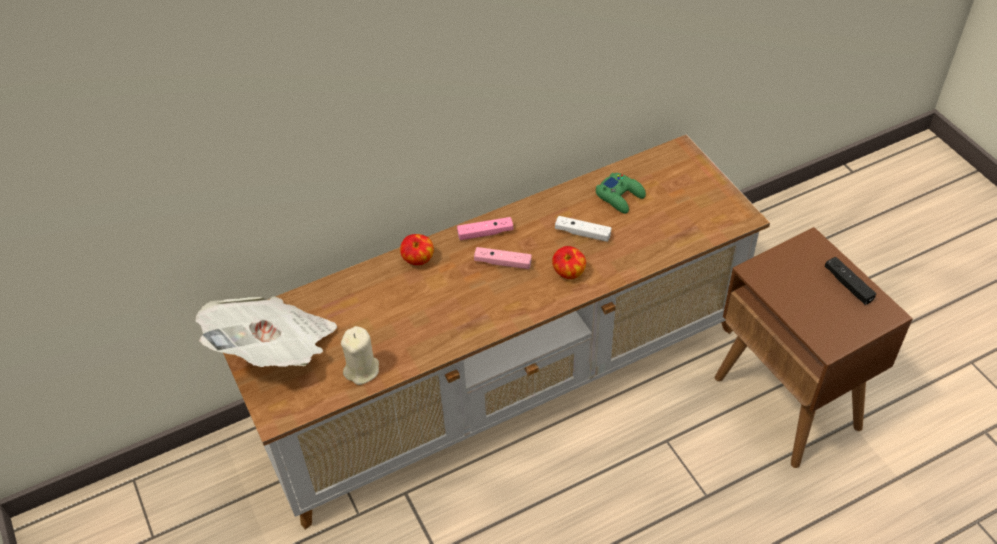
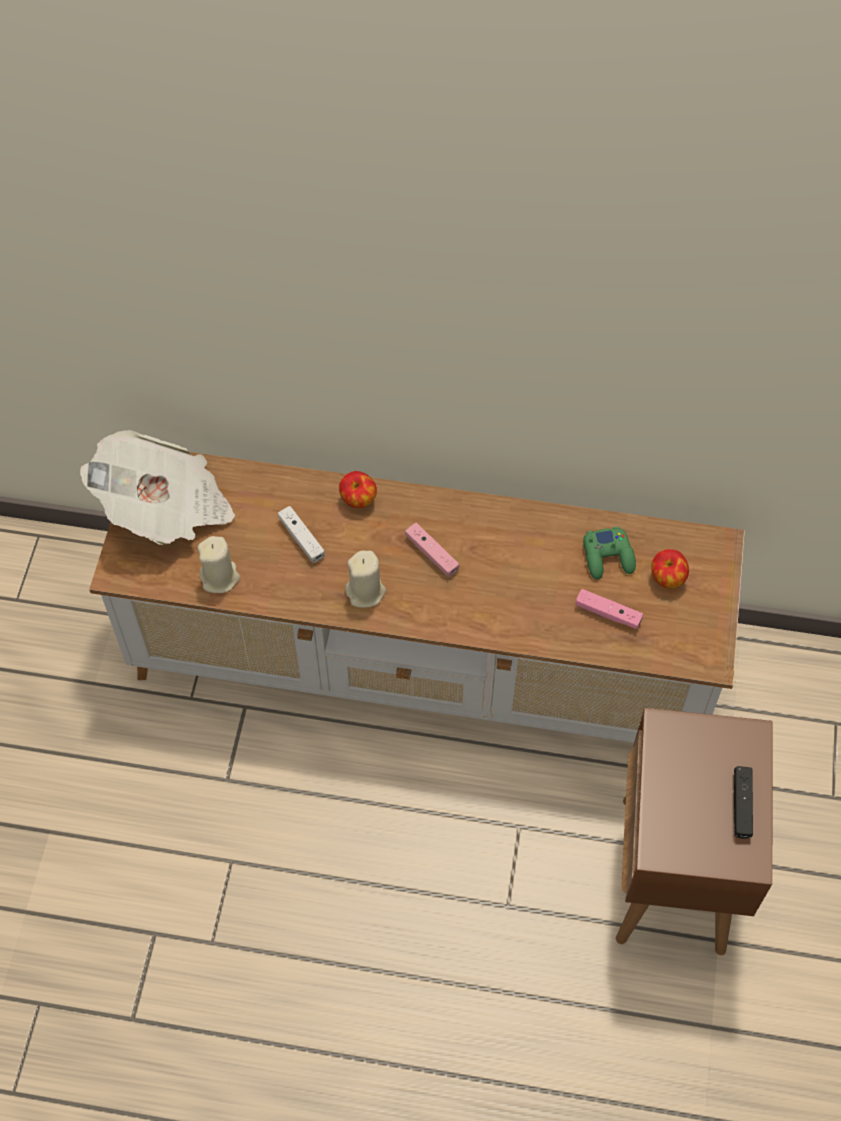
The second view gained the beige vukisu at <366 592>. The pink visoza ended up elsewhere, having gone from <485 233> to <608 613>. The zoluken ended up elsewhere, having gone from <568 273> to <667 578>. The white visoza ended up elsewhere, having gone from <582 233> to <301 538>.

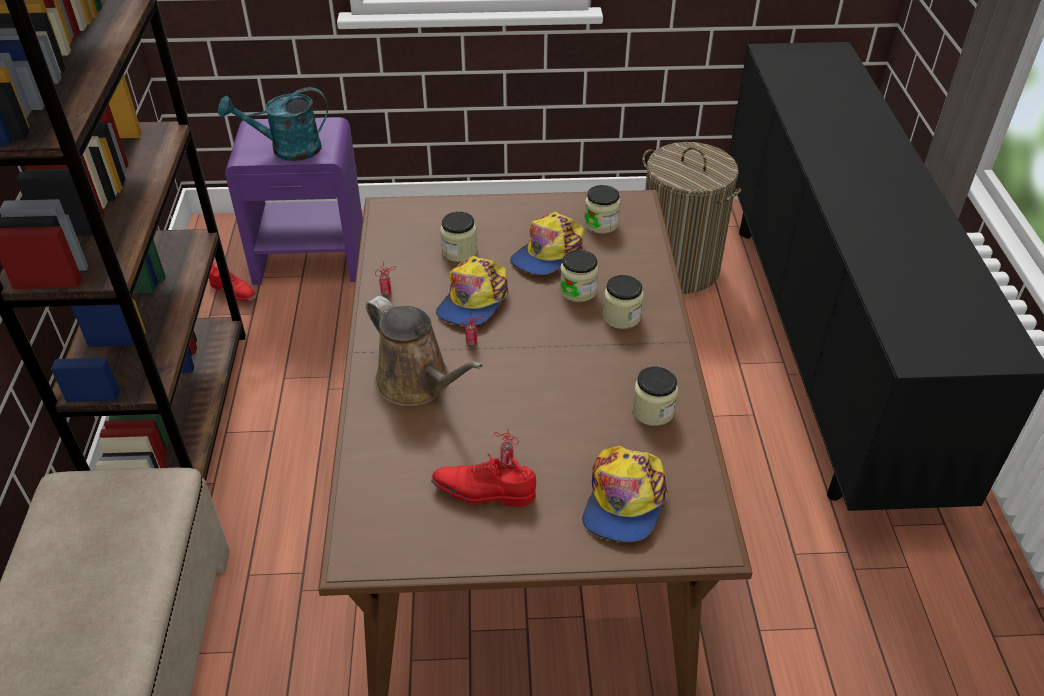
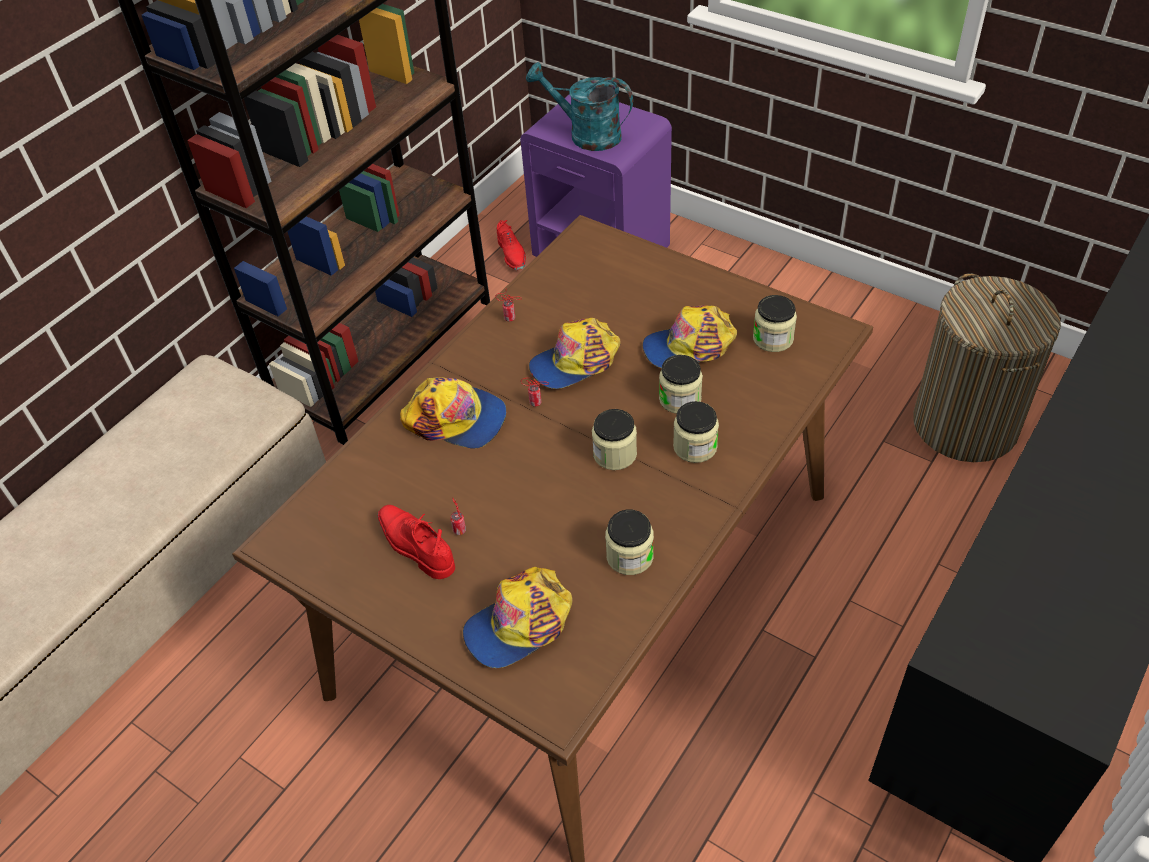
The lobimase ended up elsewhere, having gone from <459 251> to <615 454>. Where the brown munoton stood at <418 383>, the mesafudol came to stand at <456 419>.

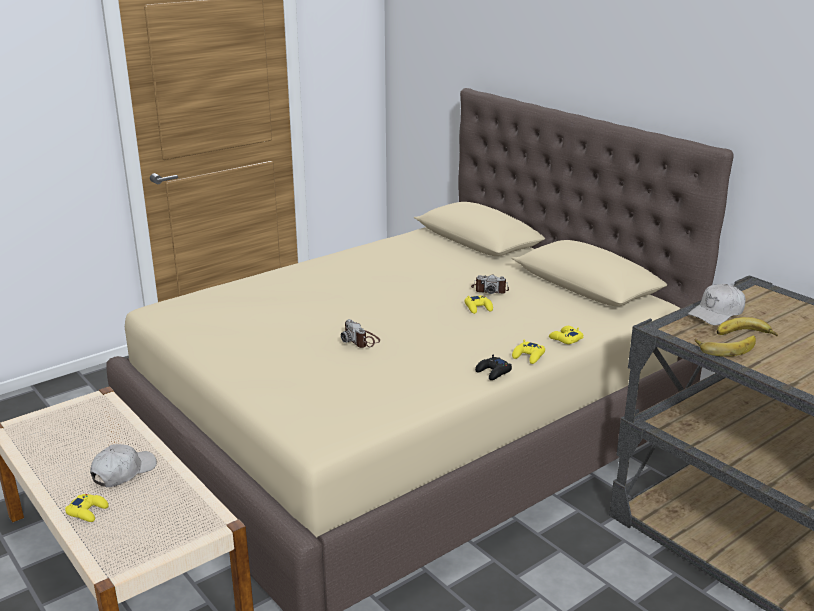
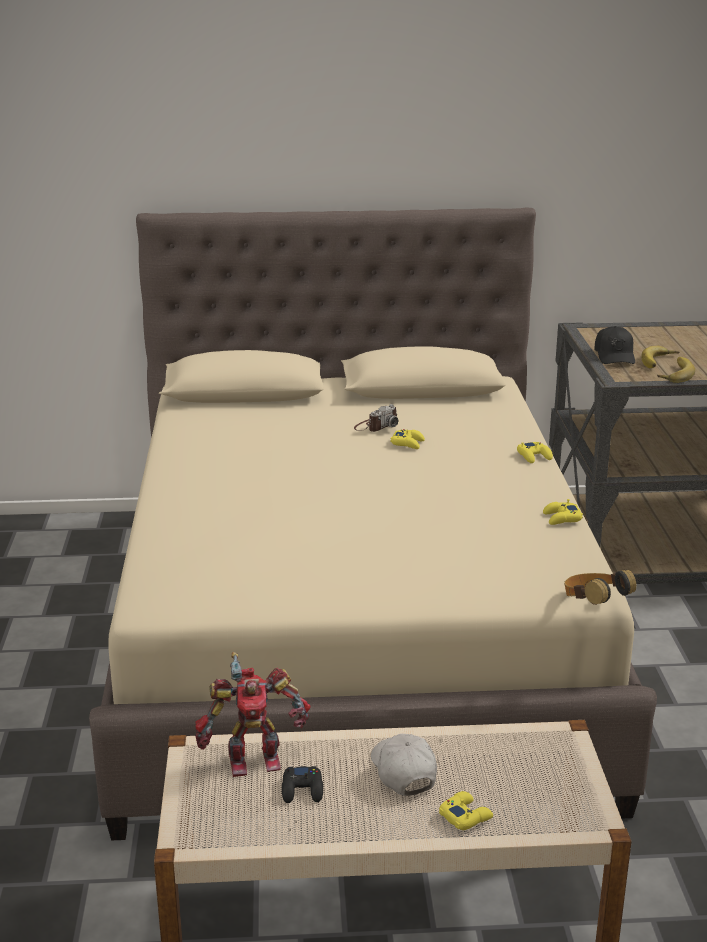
The second view lost the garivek at <361 340>. The second view gained the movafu at <253 759>. The second view gained the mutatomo at <594 604>. The black visoza ended up elsewhere, having gone from <493 372> to <303 790>. The yellow visoza ended up elsewhere, having gone from <565 339> to <561 518>. What was the white mesafudol at <717 313> turned into the black mesafudol at <614 356>.

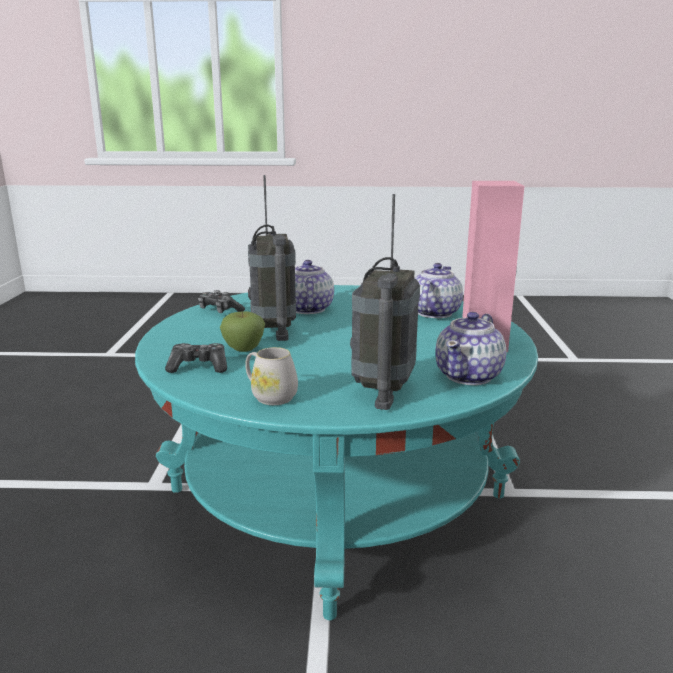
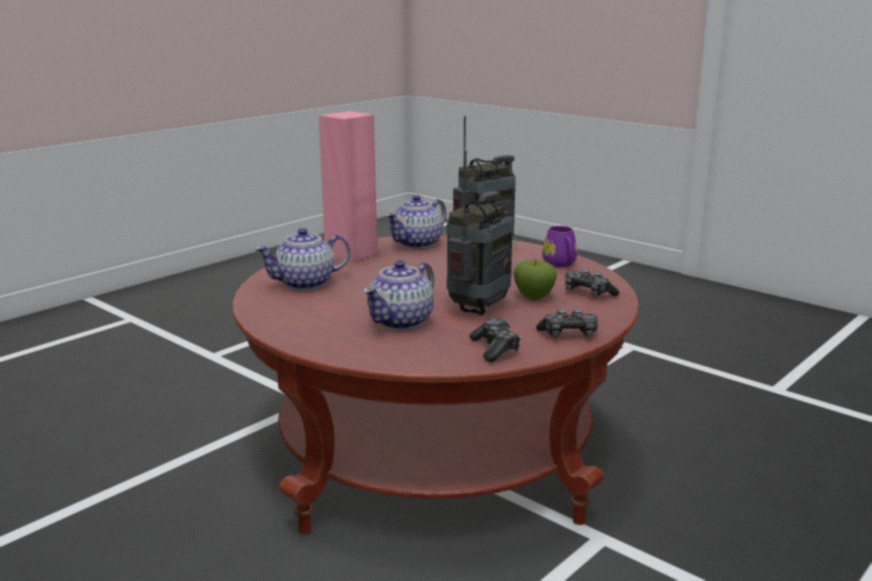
The second view gained the visoza at <568 335>. What was the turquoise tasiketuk at <336 492> turned into the red tasiketuk at <436 455>. What was the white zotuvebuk at <270 396> turned into the purple zotuvebuk at <561 264>. The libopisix at <469 376> ended up facing another way, 150 degrees clockwise from before.

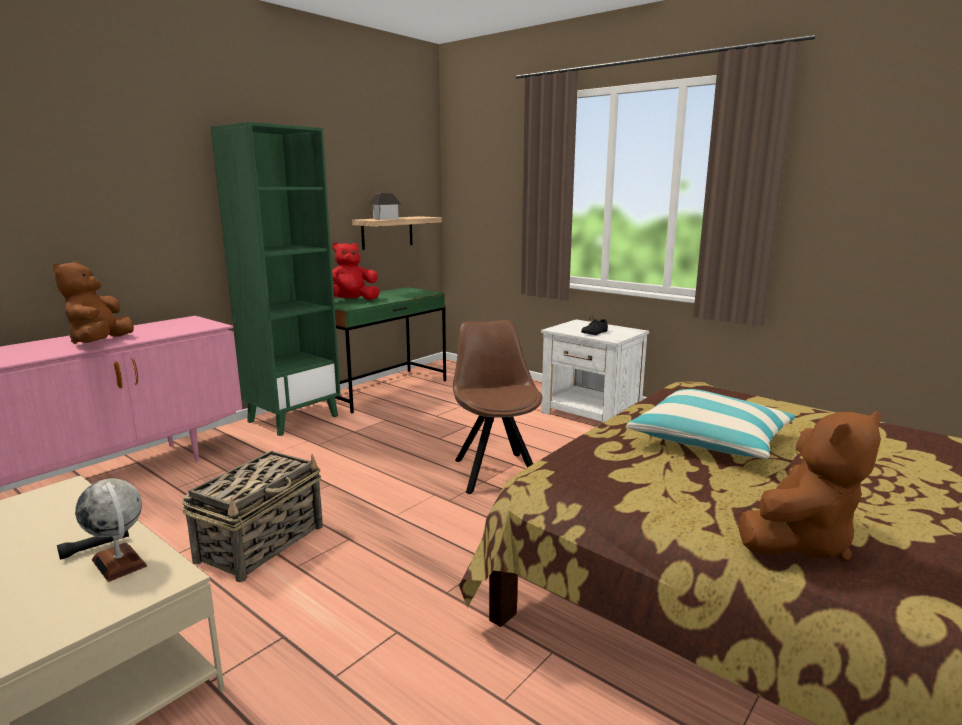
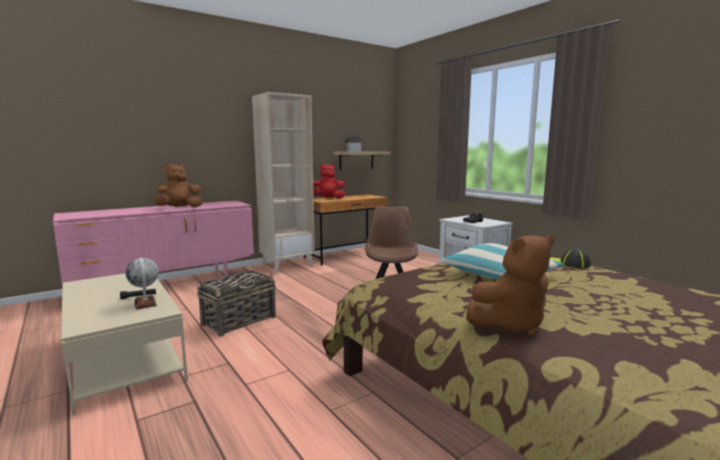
The second view gained the mesafudol at <567 264>. What was the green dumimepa at <293 418> turned into the beige dumimepa at <287 265>. What was the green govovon at <383 390> turned into the brown govovon at <346 255>. The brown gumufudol at <100 343> ended up facing another way, 45 degrees clockwise from before.

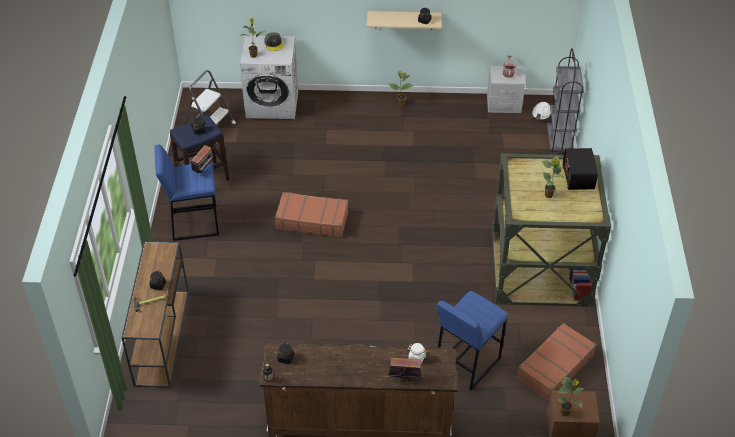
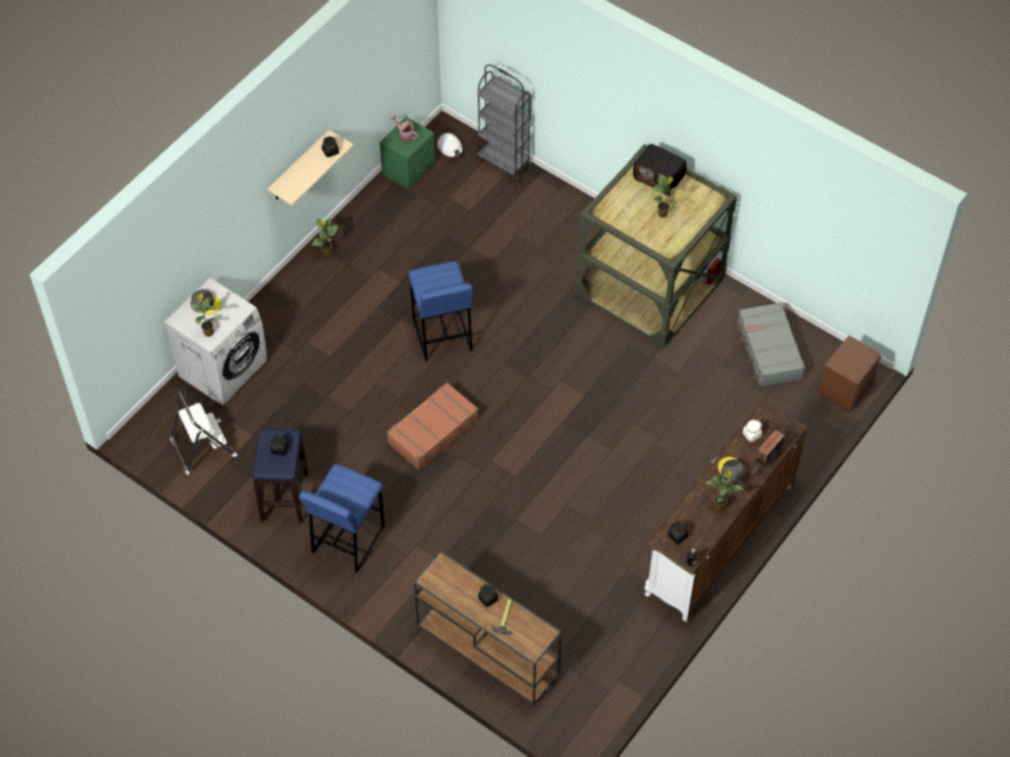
The second view lost the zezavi at <204 169>. The second view gained the grey mesafudol at <731 471>. The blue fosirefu ended up elsewhere, having gone from <467 363> to <442 335>. The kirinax ended up elsewhere, having gone from <565 412> to <719 505>. What was the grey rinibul at <503 104> turned into the green rinibul at <408 169>. What was the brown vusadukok at <554 367> turned into the grey vusadukok at <768 350>.

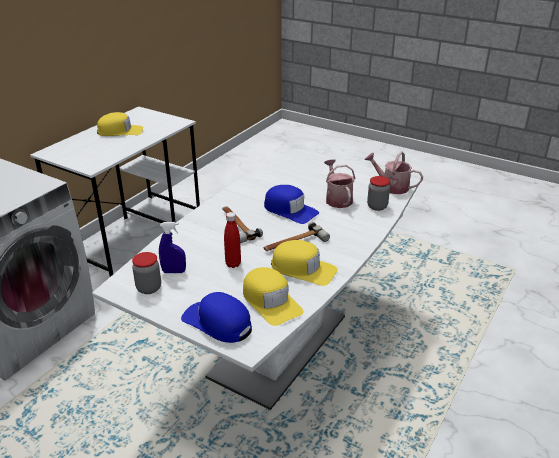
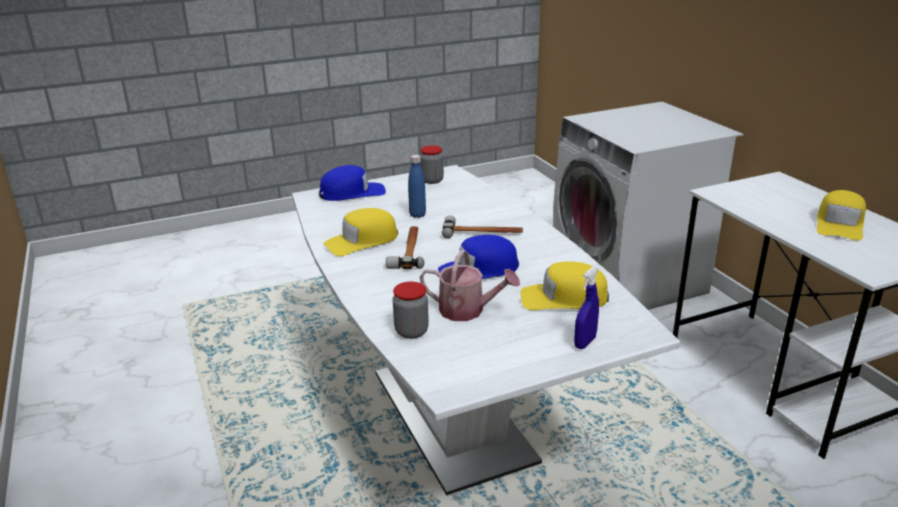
The second view lost the munoton at <391 186>. The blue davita ended up elsewhere, having gone from <174 271> to <585 342>. The yellow mesafudol ended up elsewhere, having gone from <271 301> to <563 298>. What was the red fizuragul at <233 264> turned into the blue fizuragul at <417 215>.

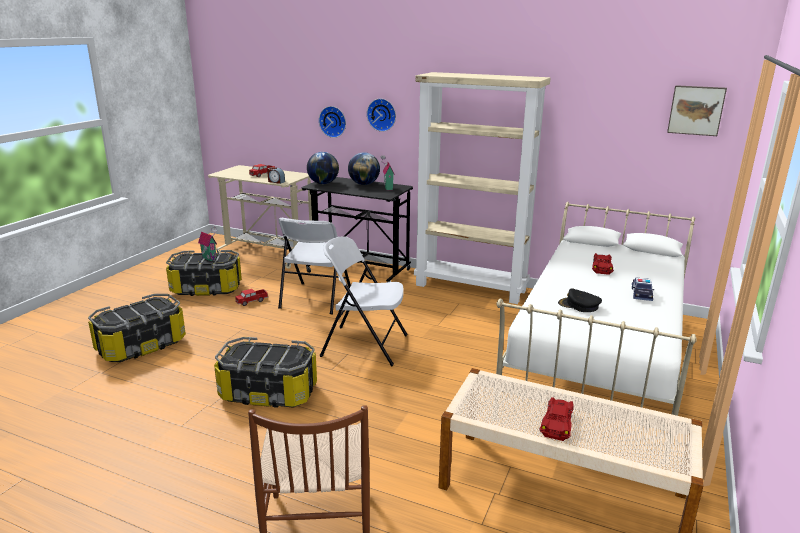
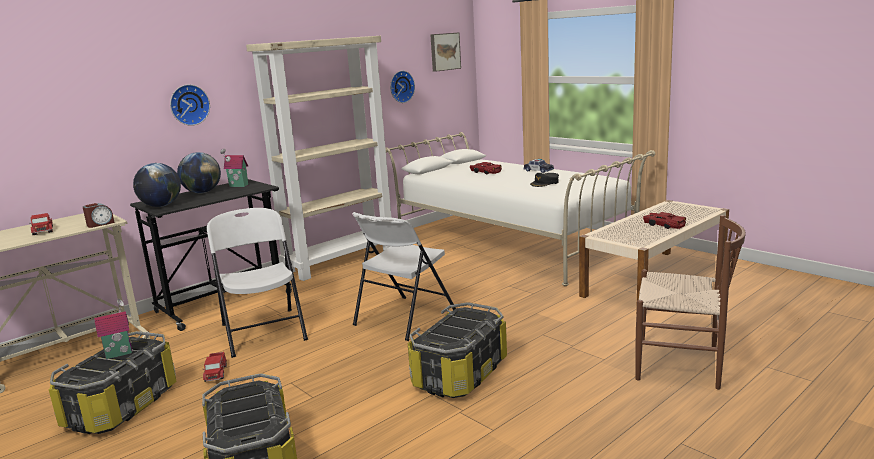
The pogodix ended up elsewhere, having gone from <333 121> to <401 86>. The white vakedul at <316 298> ended up facing another way, 150 degrees counterclockwise from before.

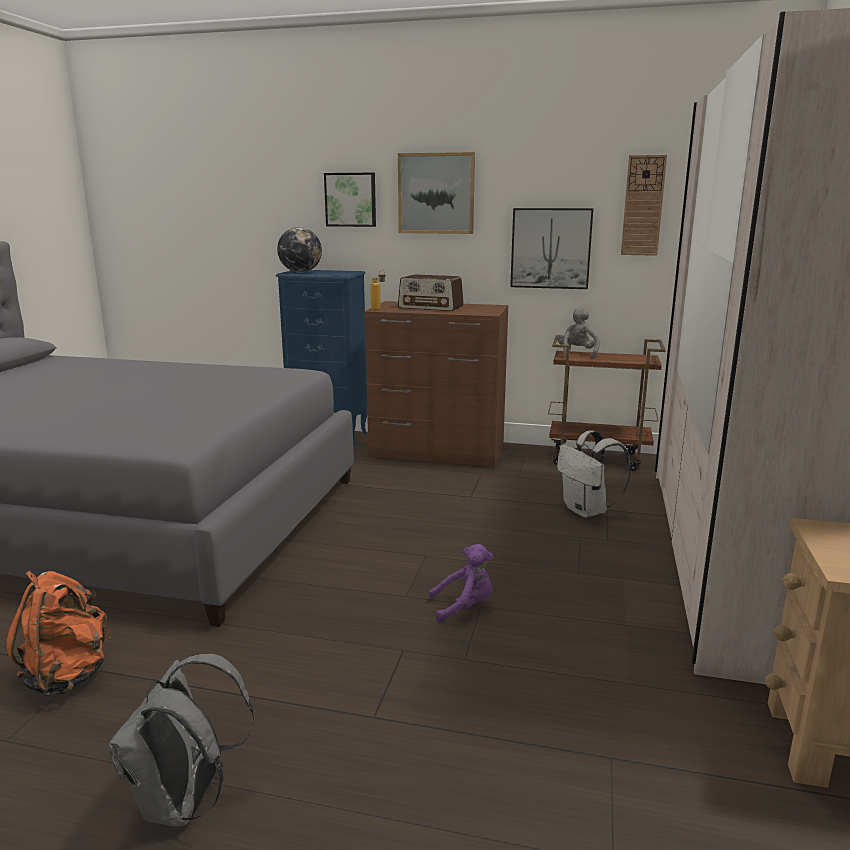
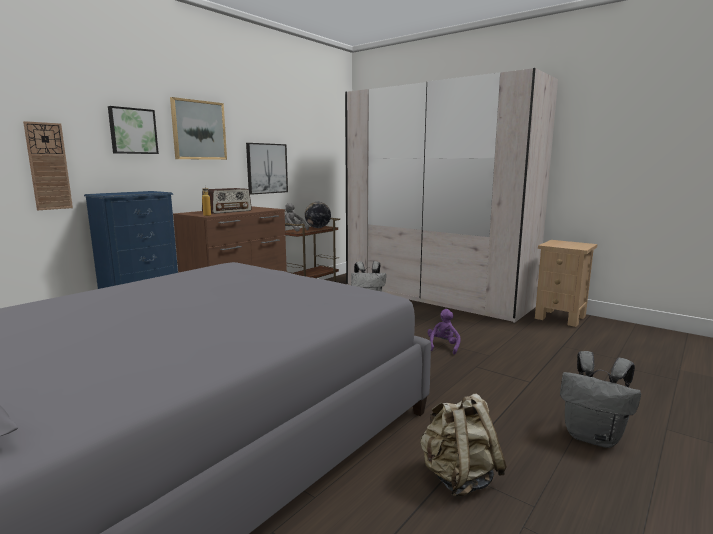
The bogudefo ended up elsewhere, having gone from <300 272> to <318 228>. The pogodix ended up elsewhere, having gone from <643 206> to <48 166>. What was the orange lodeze at <68 675> turned into the beige lodeze at <458 478>.

